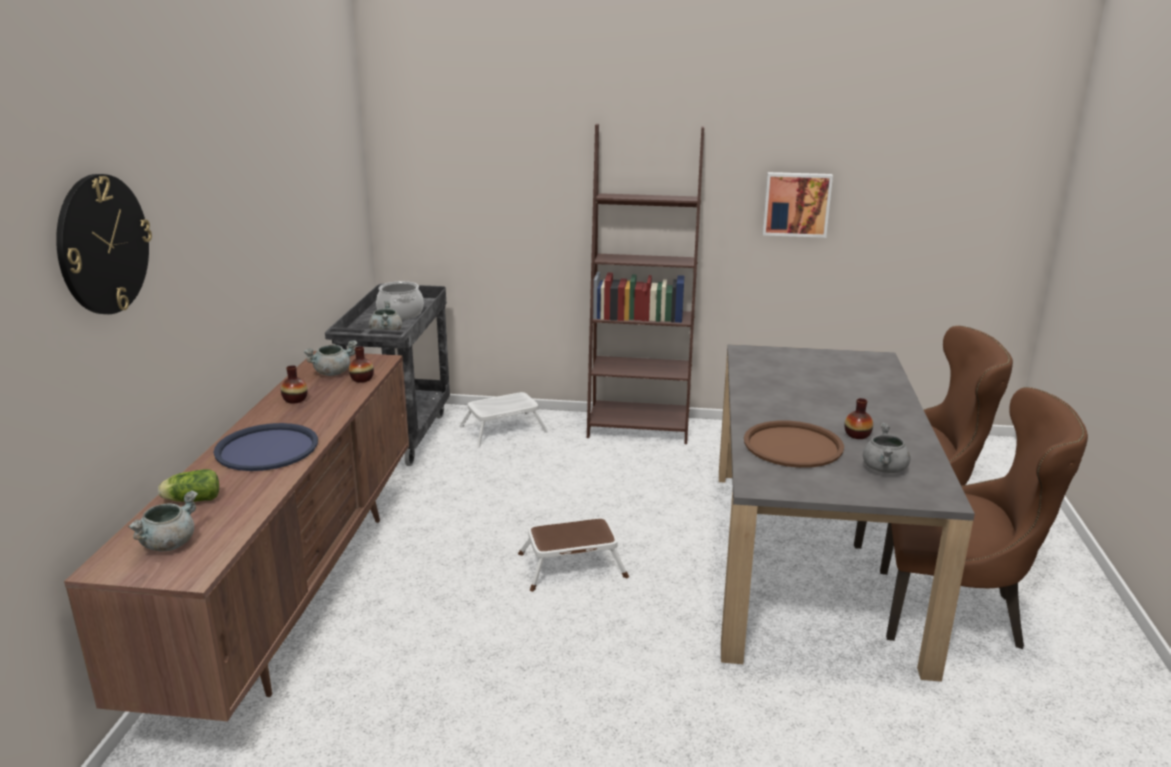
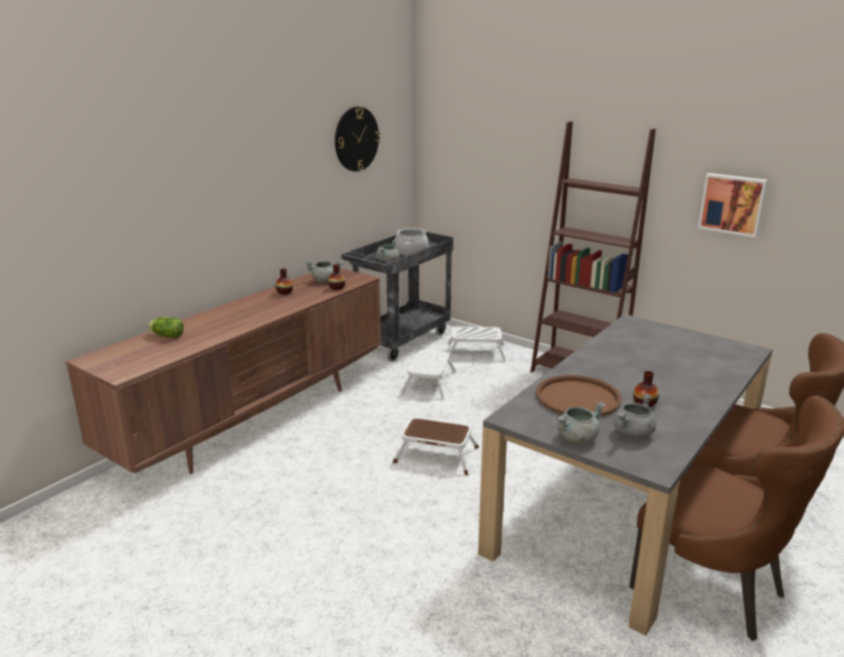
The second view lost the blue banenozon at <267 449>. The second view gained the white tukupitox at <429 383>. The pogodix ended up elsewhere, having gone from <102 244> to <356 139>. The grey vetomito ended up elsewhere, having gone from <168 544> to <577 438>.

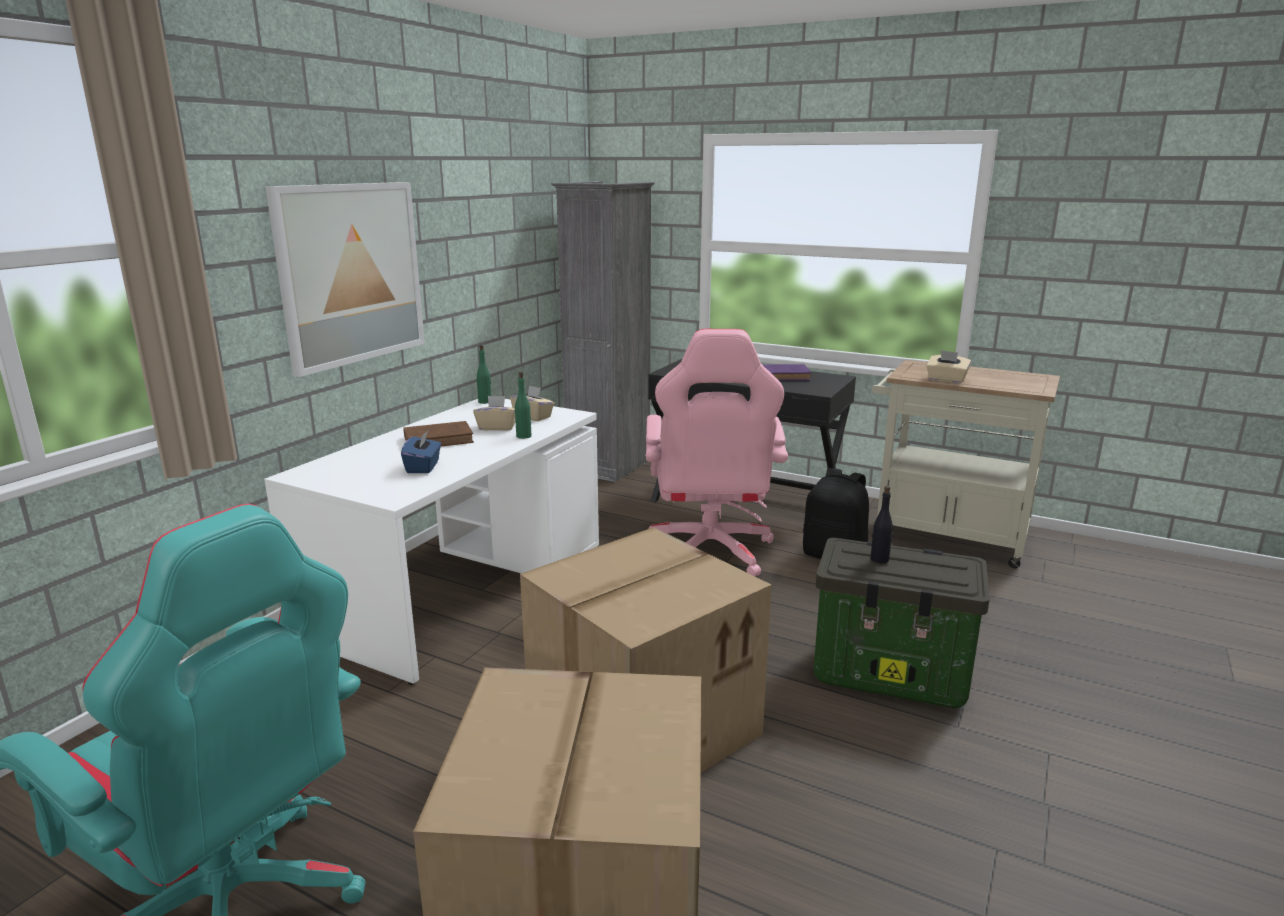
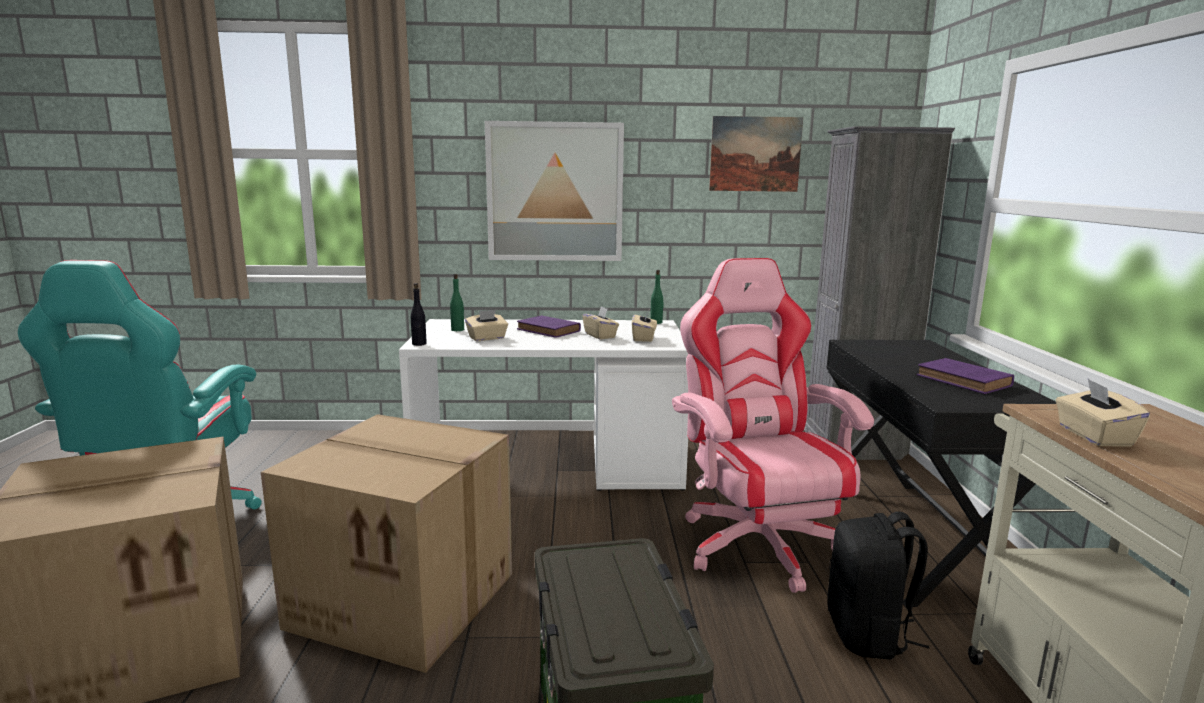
The second view gained the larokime at <755 154>. The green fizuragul ended up elsewhere, having gone from <523 436> to <458 330>. The black fizuragul ended up elsewhere, having gone from <880 559> to <419 344>. What was the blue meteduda at <423 467> turned into the beige meteduda at <487 338>. What was the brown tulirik at <440 439> turned into the purple tulirik at <549 330>. The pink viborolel at <710 550> ended up facing another way, 105 degrees clockwise from before.

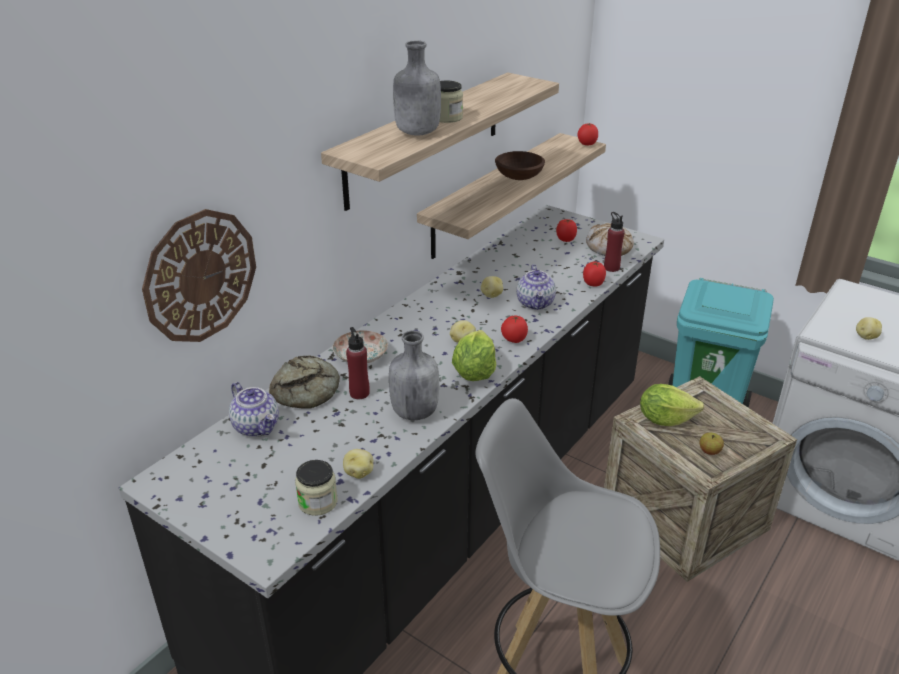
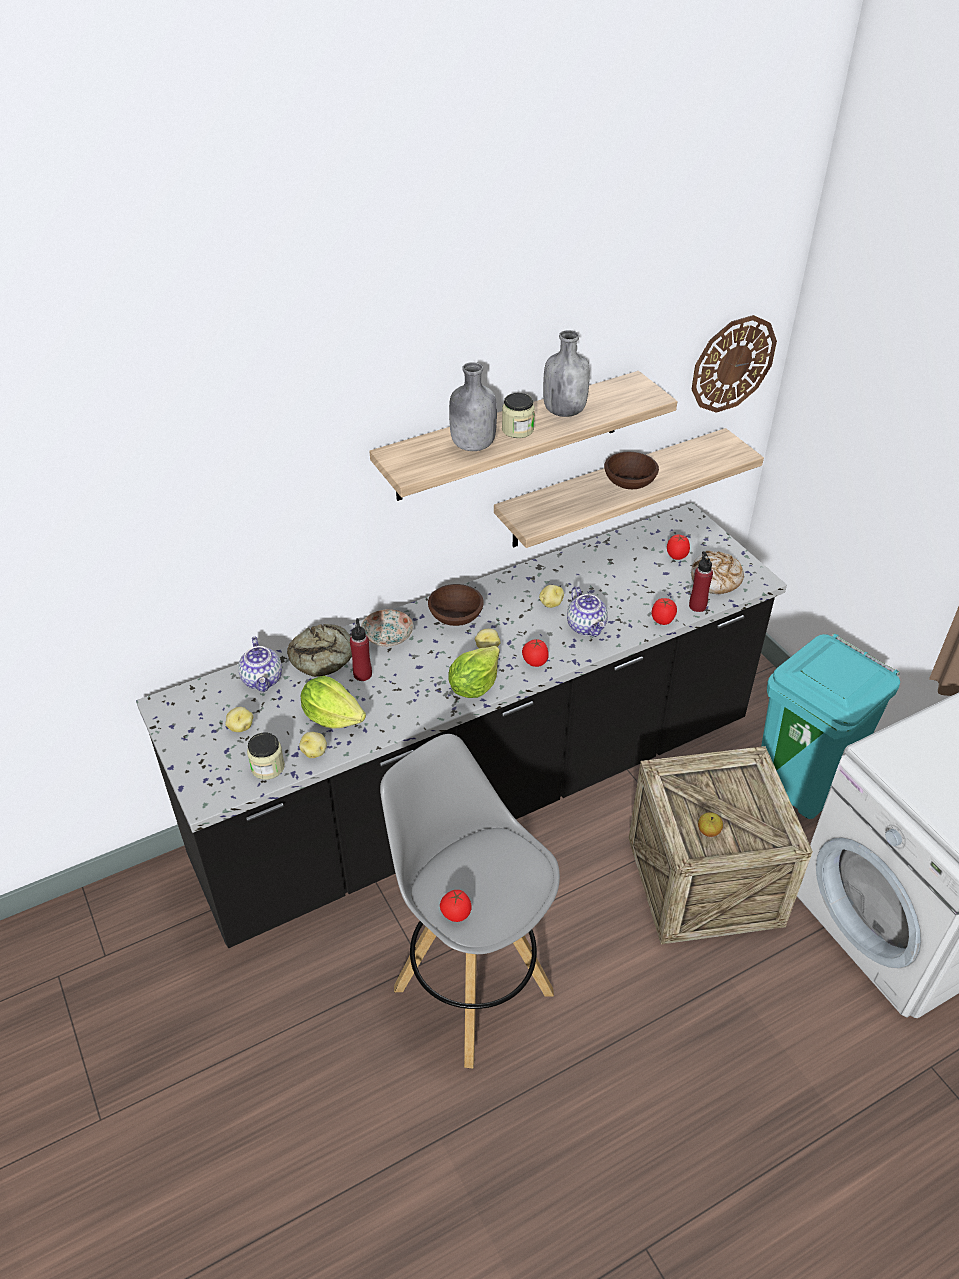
The second view gained the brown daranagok at <455 616>. The pogodix ended up elsewhere, having gone from <200 276> to <732 364>. The grey fizuragul ended up elsewhere, having gone from <414 412> to <564 411>. The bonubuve ended up elsewhere, having gone from <586 144> to <456 914>. The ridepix ended up elsewhere, having gone from <665 419> to <332 717>. The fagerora ended up elsewhere, having gone from <865 336> to <240 727>. The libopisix at <536 303> ended up facing another way, 45 degrees counterclockwise from before.

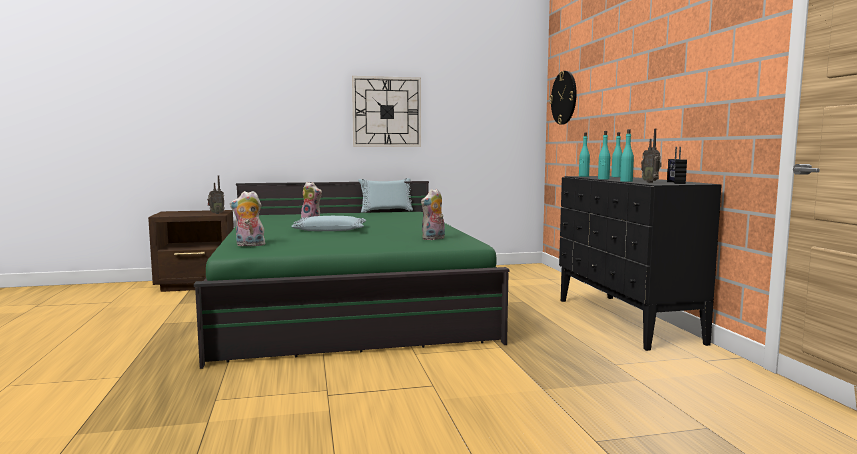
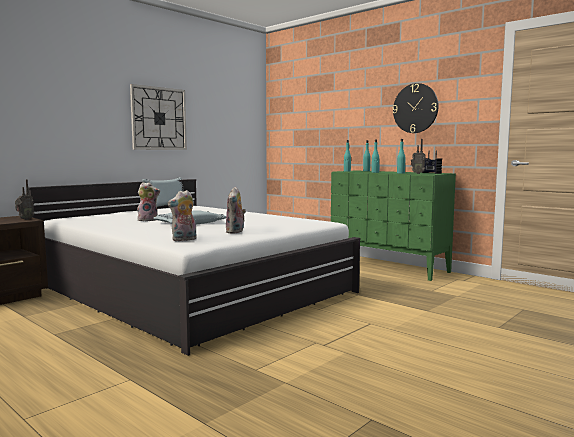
The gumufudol ended up elsewhere, having gone from <433 239> to <235 232>. The pogodix ended up elsewhere, having gone from <564 97> to <415 108>. What was the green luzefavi at <347 304> turned into the white luzefavi at <191 288>. What was the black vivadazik at <624 320> turned into the green vivadazik at <388 267>.

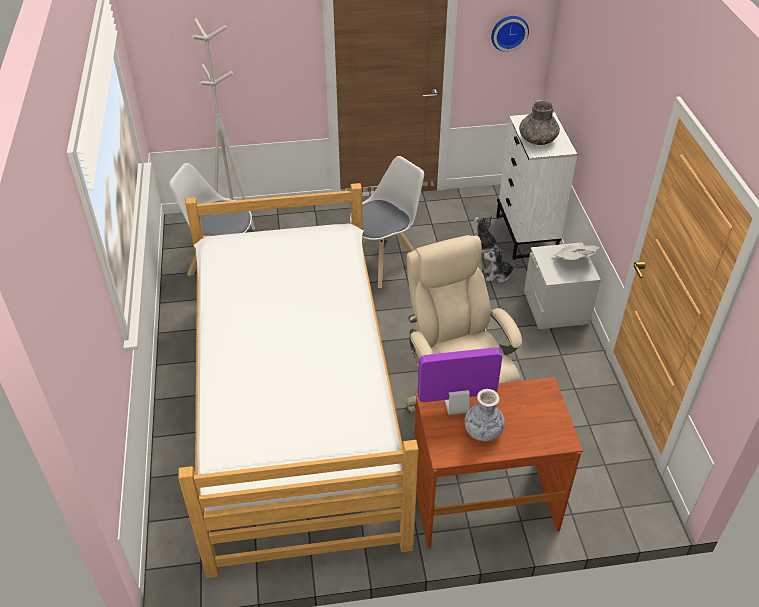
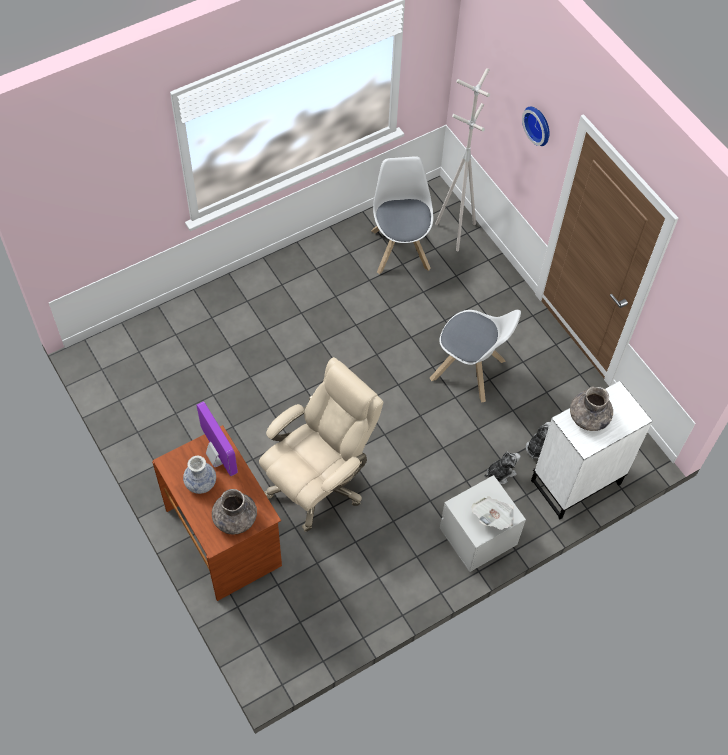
The second view lost the luzefavi at <295 411>. The second view gained the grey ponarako at <235 519>. The pogodix ended up elsewhere, having gone from <509 32> to <539 124>. The gumufudol at <497 275> ended up facing another way, 90 degrees clockwise from before.

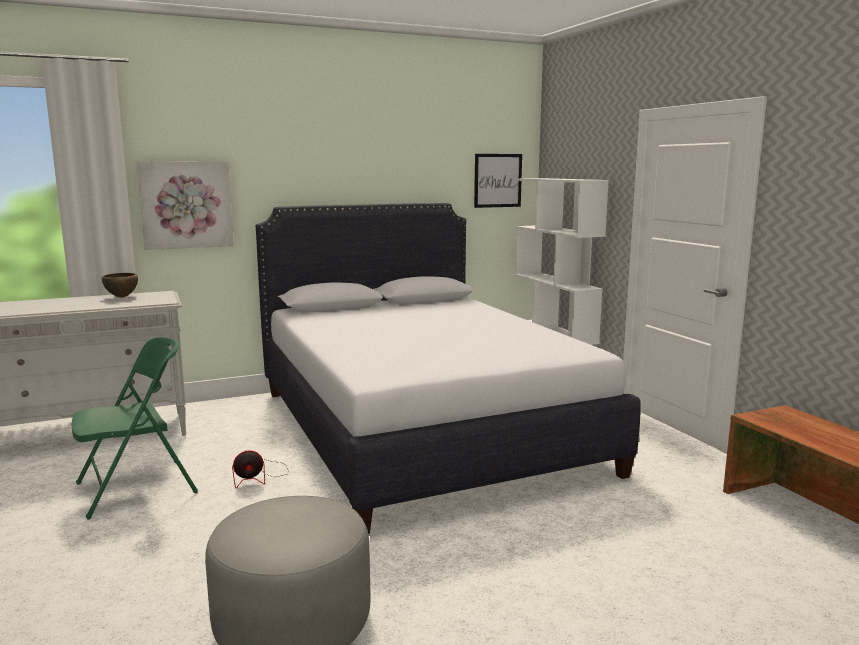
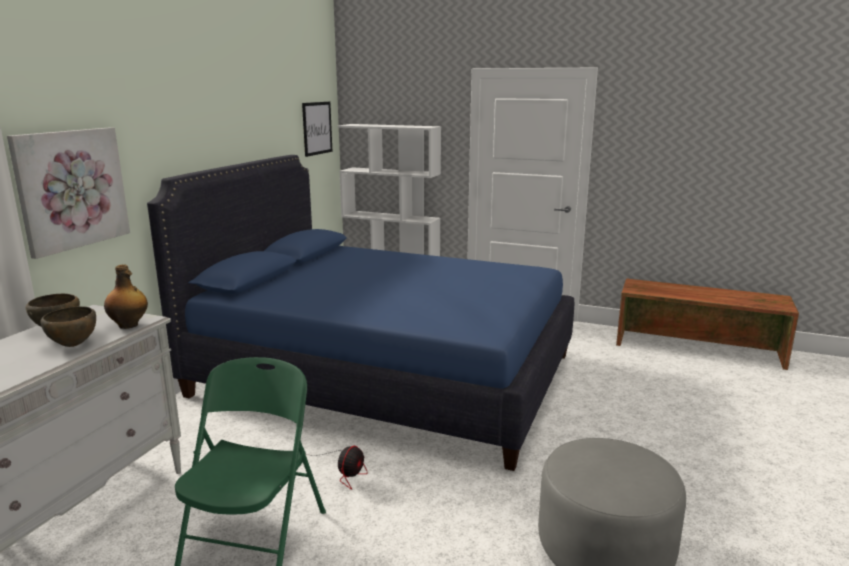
The second view gained the brown daranagok at <74 345>. The second view gained the fizuragul at <129 325>. What was the white luzefavi at <421 429> turned into the blue luzefavi at <385 375>.

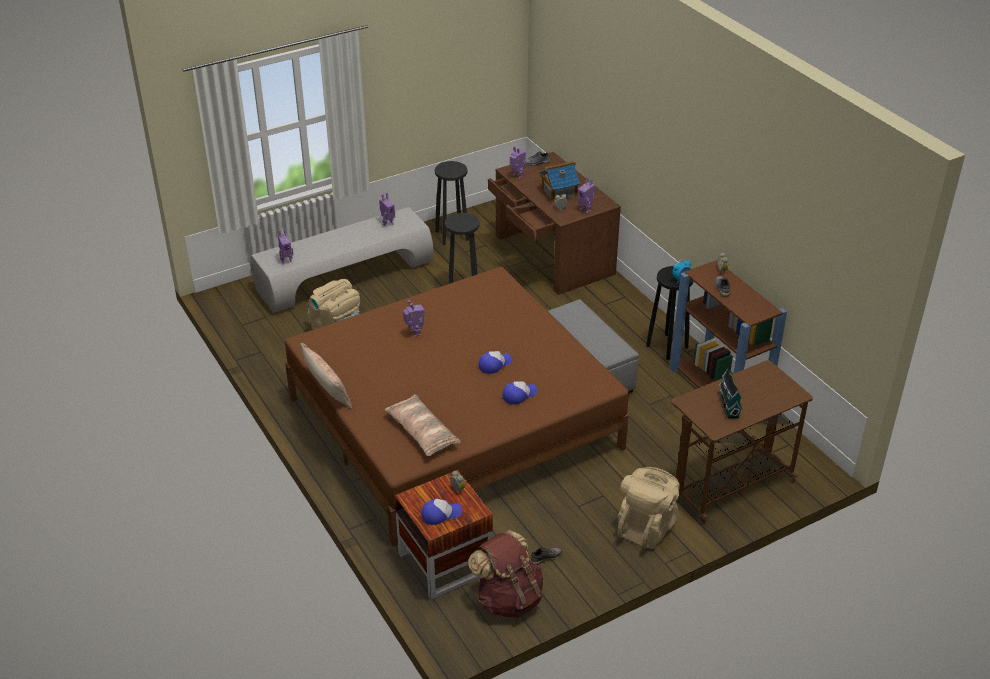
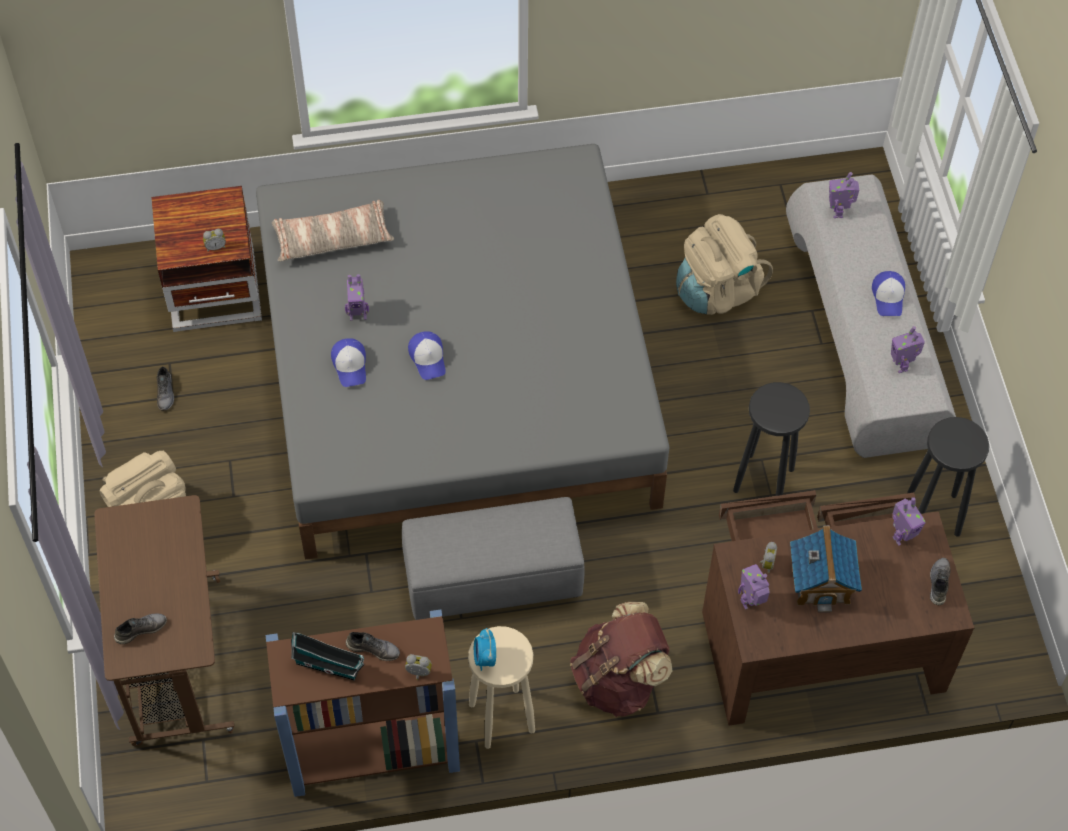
The second view lost the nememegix at <326 388>. The second view gained the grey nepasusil at <141 629>. The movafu ended up elsewhere, having gone from <414 333> to <358 314>. The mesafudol ended up elsewhere, having gone from <440 514> to <888 297>. The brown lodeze ended up elsewhere, having gone from <508 599> to <618 680>. The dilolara ended up elsewhere, having gone from <729 404> to <330 666>. What was the brown luzefavi at <453 421> turned into the grey luzefavi at <458 373>. What was the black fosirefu at <667 346> turned into the beige fosirefu at <502 718>.

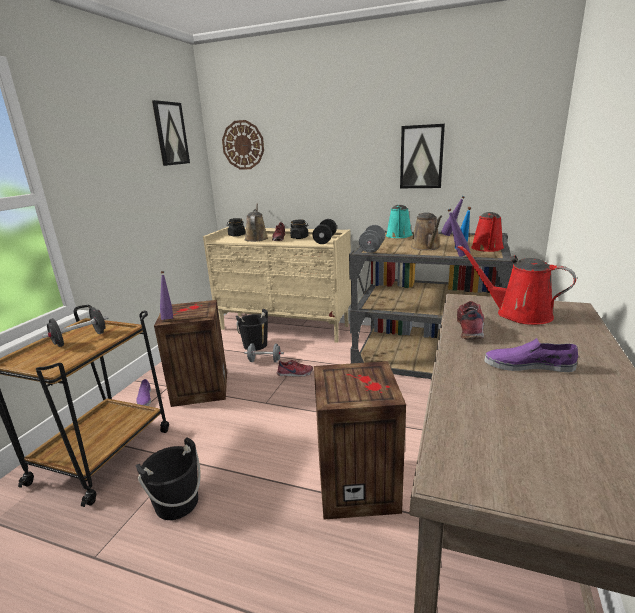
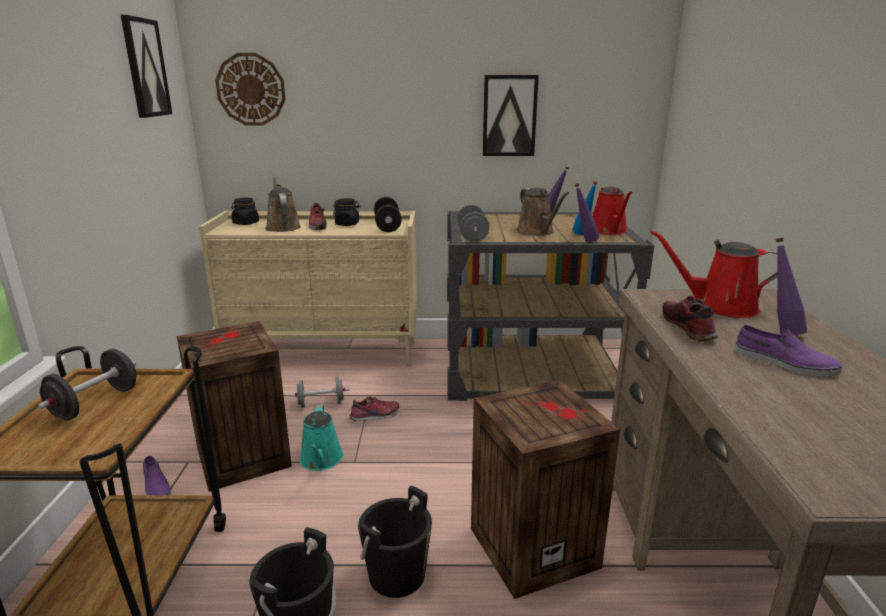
The purple fizuragul ended up elsewhere, having gone from <168 318> to <779 331>. The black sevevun ended up elsewhere, having gone from <255 345> to <397 575>. The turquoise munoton ended up elsewhere, having gone from <399 236> to <321 460>. The purple nepasusil at <528 365> ended up facing another way, 135 degrees counterclockwise from before.

